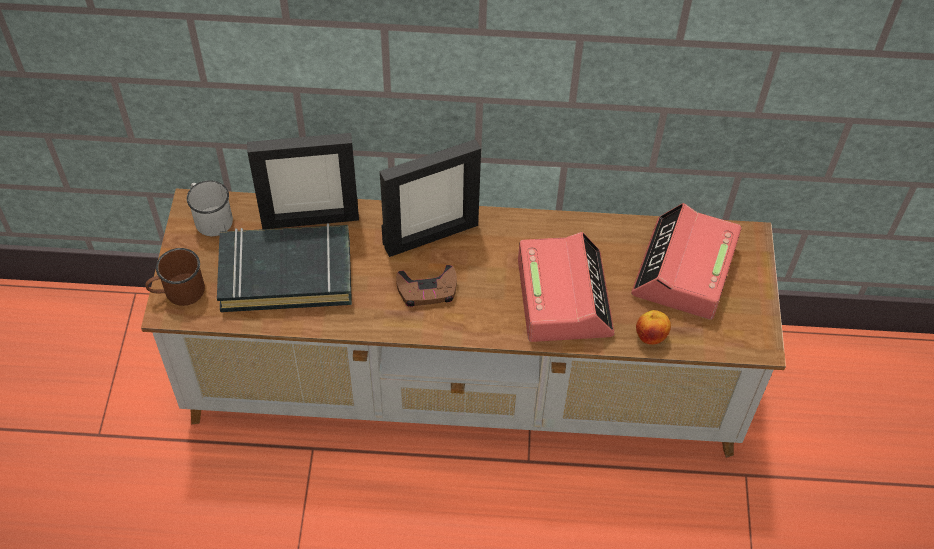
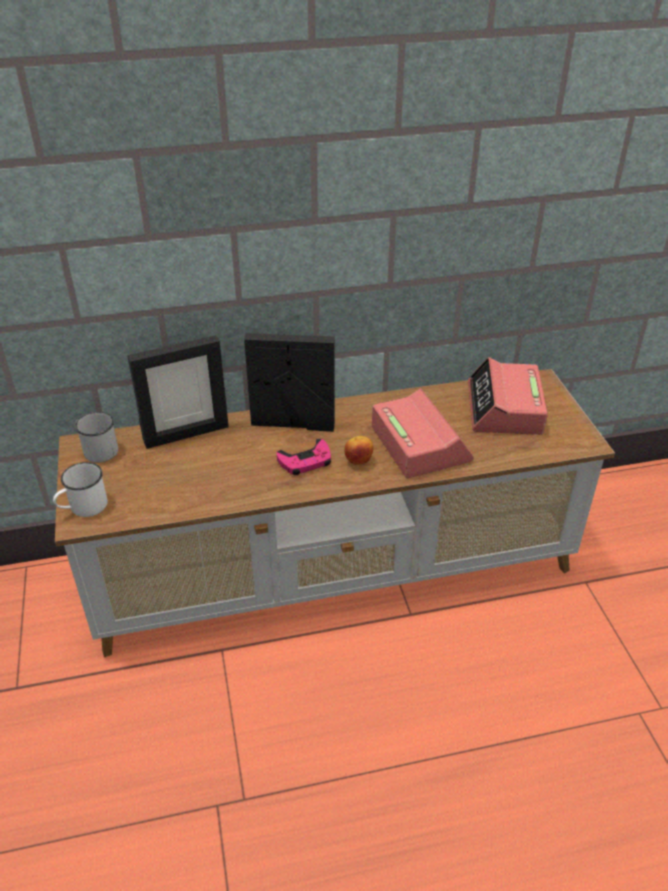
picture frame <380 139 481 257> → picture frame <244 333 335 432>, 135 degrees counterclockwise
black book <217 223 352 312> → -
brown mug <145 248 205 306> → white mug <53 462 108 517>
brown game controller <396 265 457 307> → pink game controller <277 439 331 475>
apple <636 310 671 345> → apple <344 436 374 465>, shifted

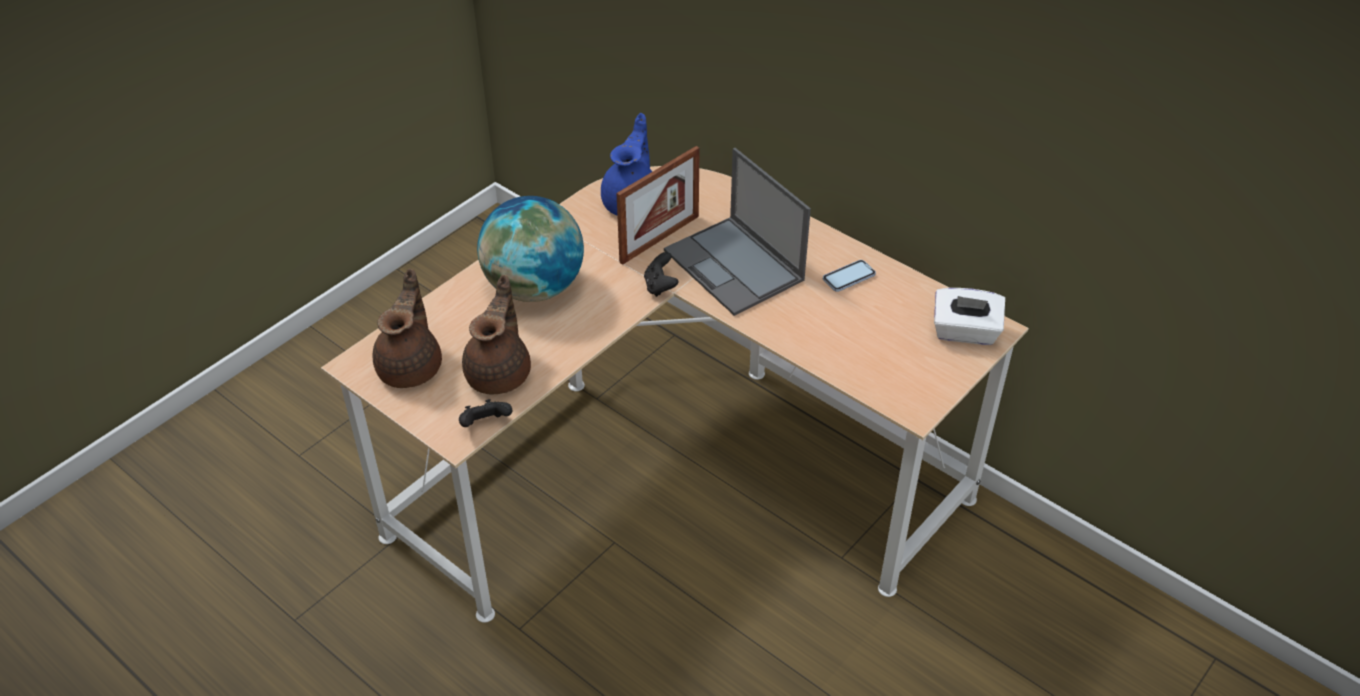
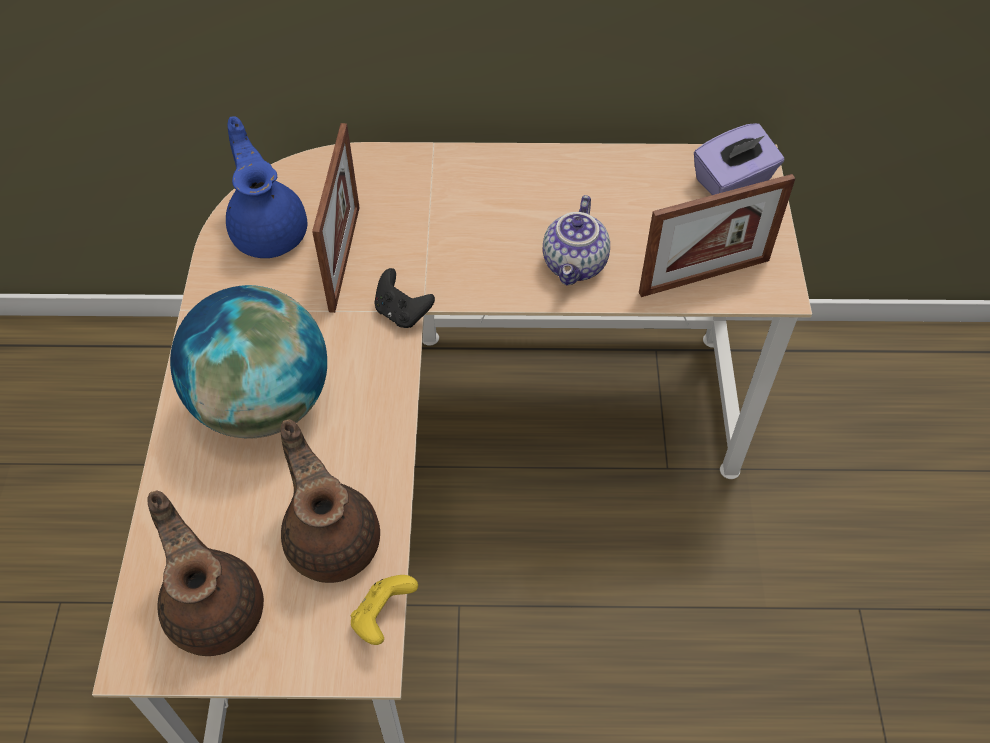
laptop <664 148 811 316> → -
phone <823 260 876 292> → -
white tissue box <934 288 1005 345> → purple tissue box <694 123 784 195>
black game controller <459 399 512 427> → yellow game controller <351 575 418 645>
- → picture frame <639 174 795 297>
- → teapot <543 195 610 285>

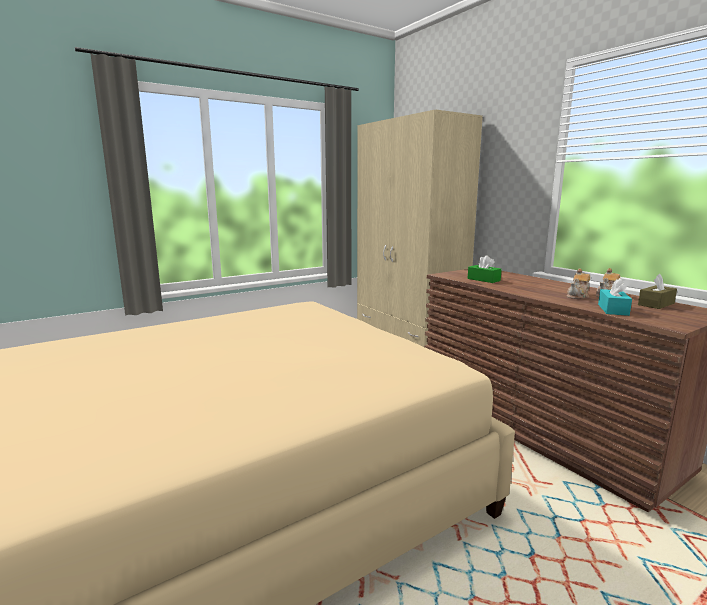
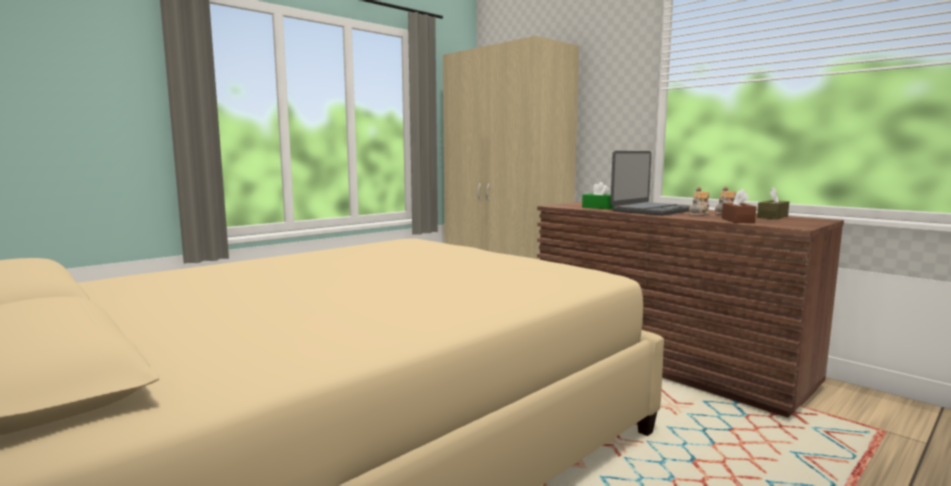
turquoise tissue box <598 278 632 316> → brown tissue box <722 189 756 223>
- → laptop <610 151 691 216>

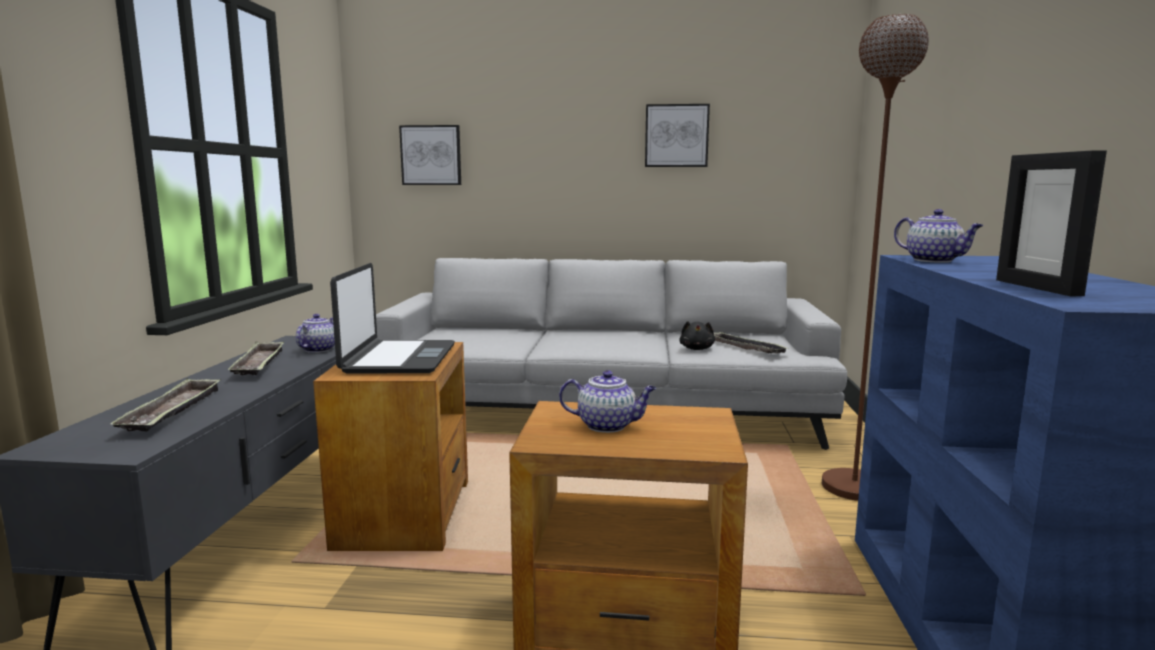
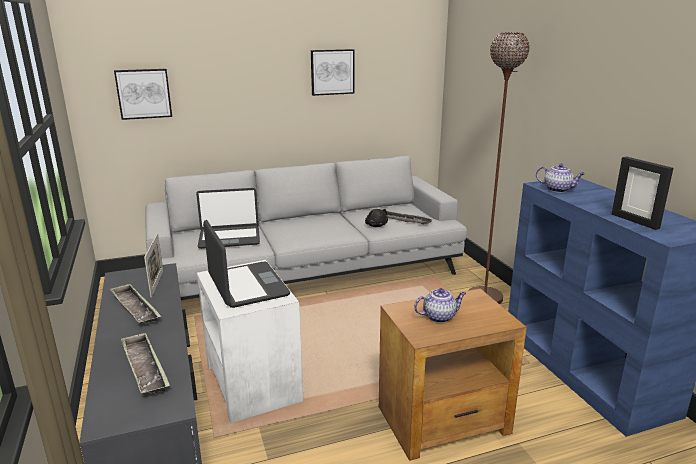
teapot <296 314 335 353> → picture frame <144 233 163 298>
brown side table <313 342 468 551> → white side table <197 260 303 423>
- → laptop <196 188 260 249>

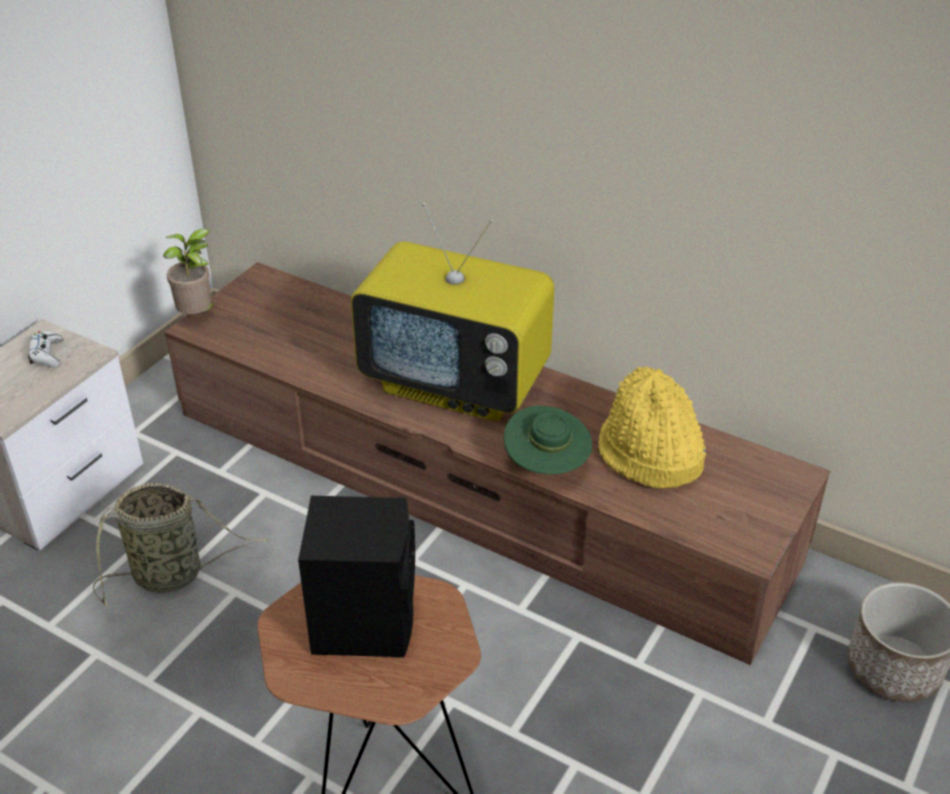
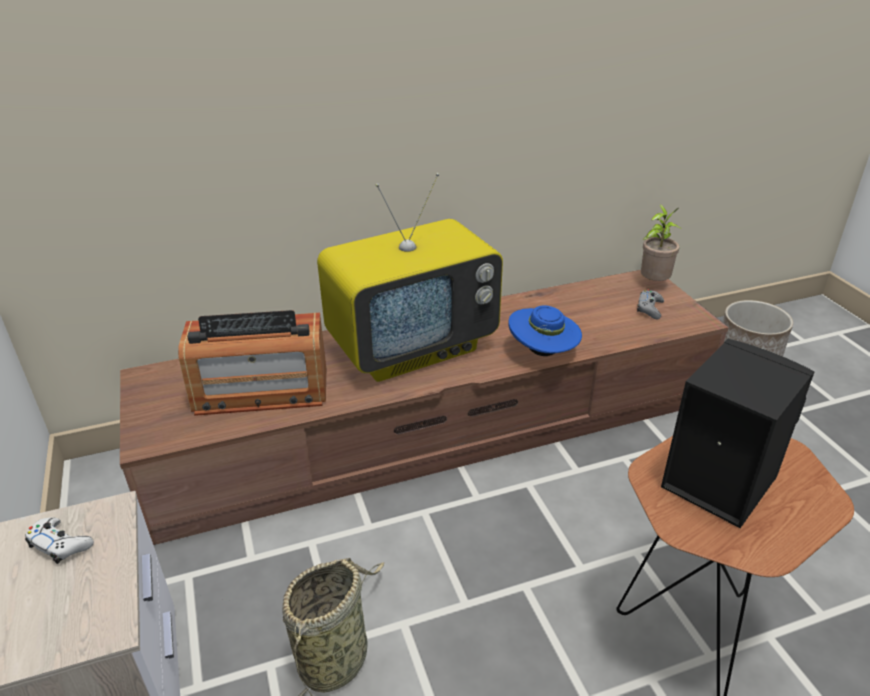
potted plant <163 229 217 314> → potted plant <641 204 681 281>, shifted
yellow hat <598 366 706 488> → -
green hat <504 406 592 474> → blue hat <509 305 582 356>
- → grey game controller <637 290 664 320>
- → radio <178 310 326 416>

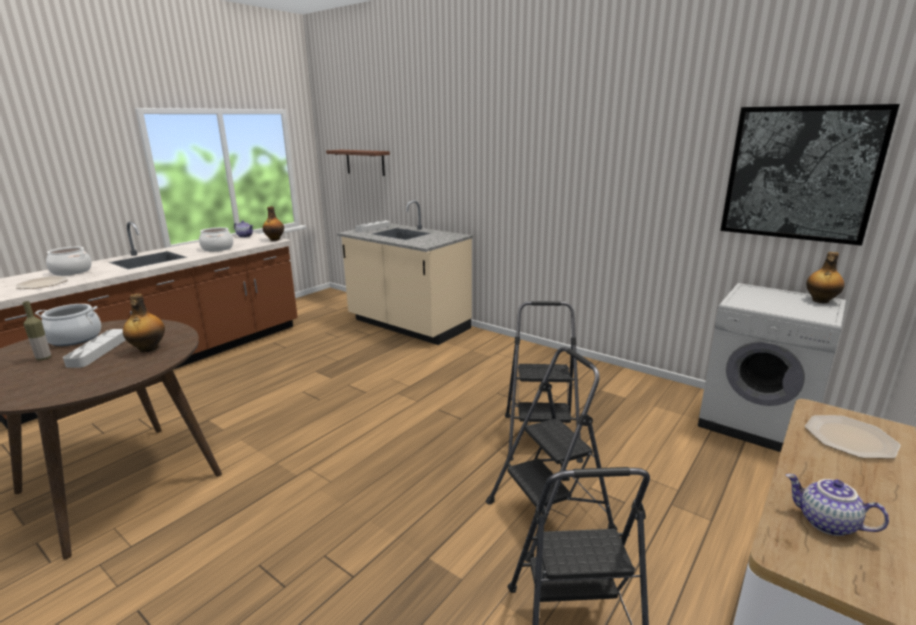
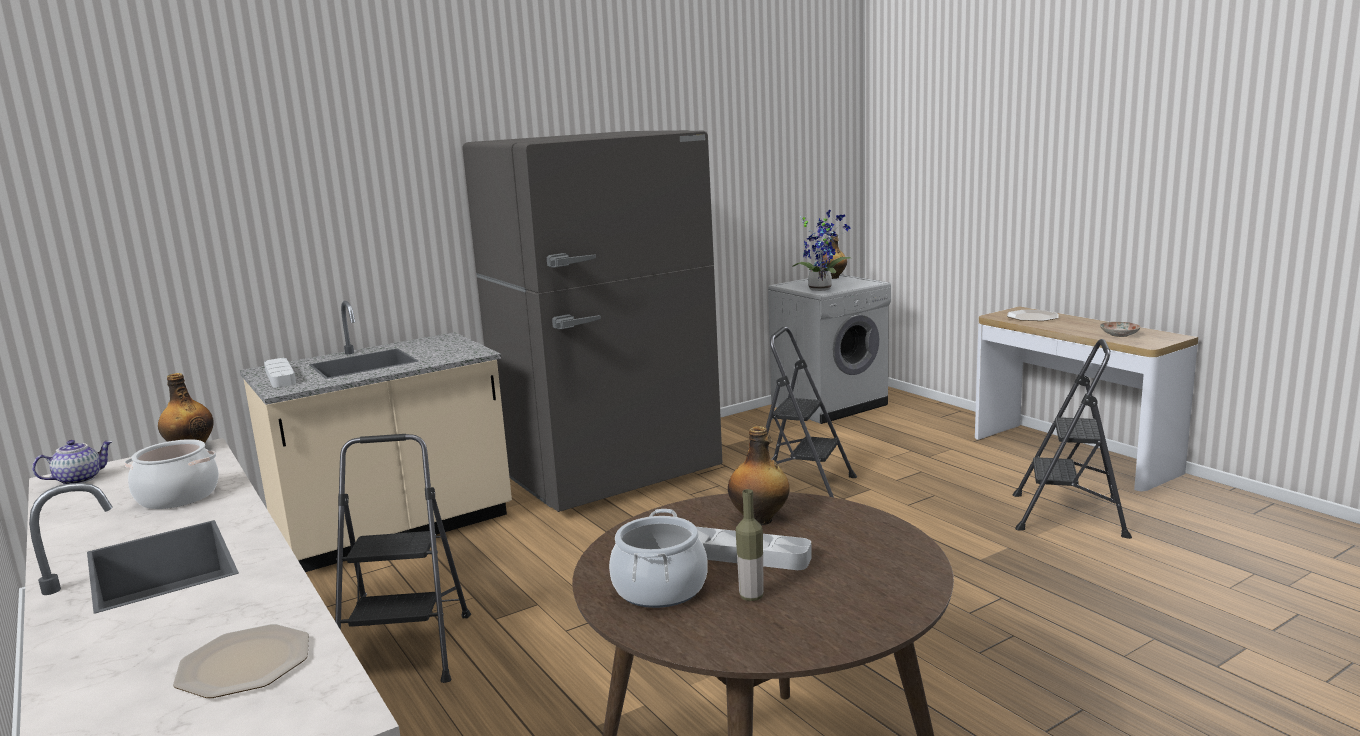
picture <720 104 900 246> → -
brown shelf <326 150 390 176> → -
cooking pot <46 247 92 276> → -
black step ladder <486 347 618 562> → black step ladder <335 434 471 683>, shifted
teapot <786 474 889 536> → plate <1100 322 1141 337>
- → grey fridge <462 130 722 512>
- → potted plant <792 209 851 291>

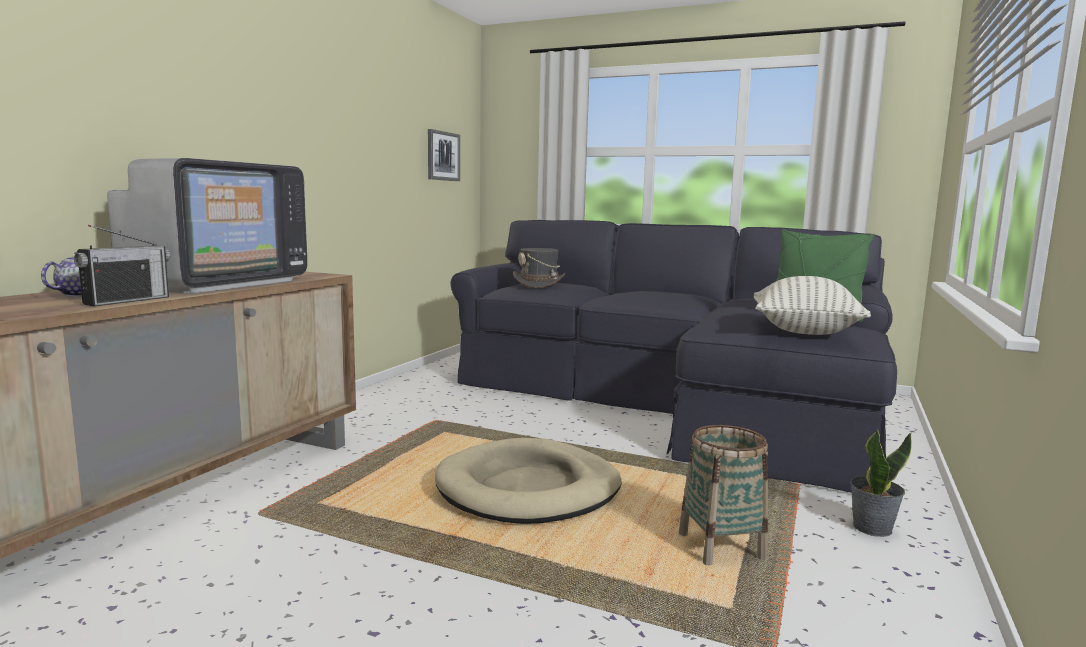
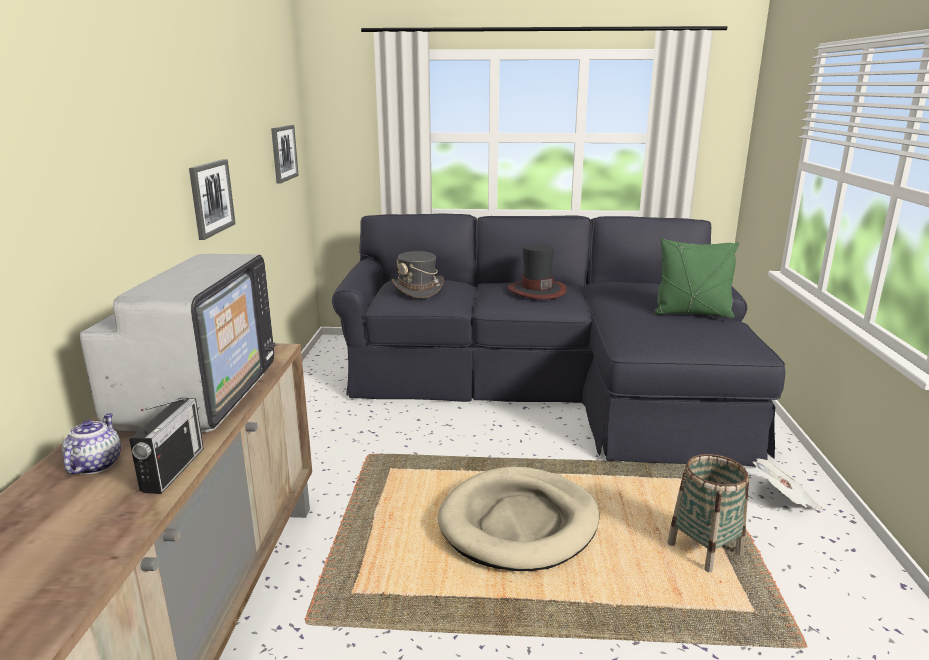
pillow <754 276 871 335> → -
potted plant <850 429 912 537> → newspaper <753 459 823 510>
- → picture <189 159 236 240>
- → hat <508 244 567 299>

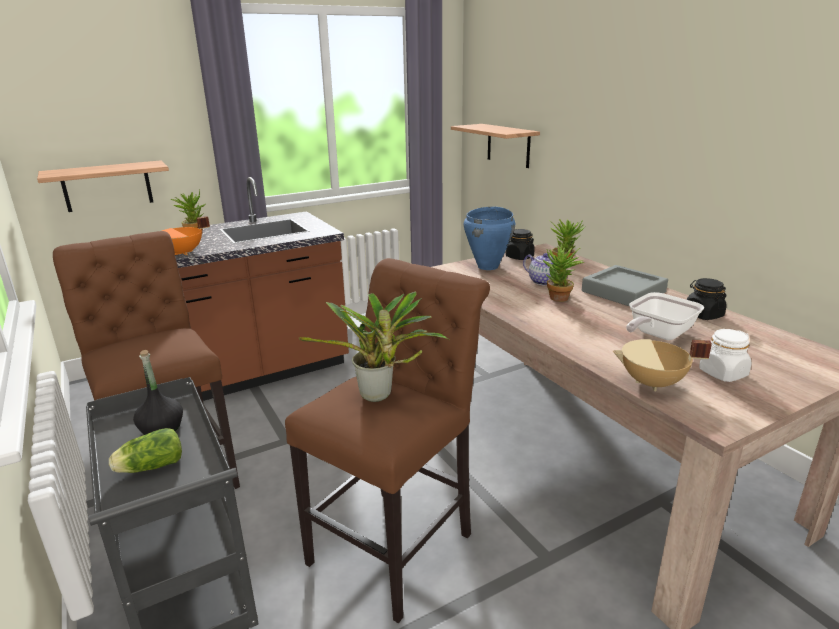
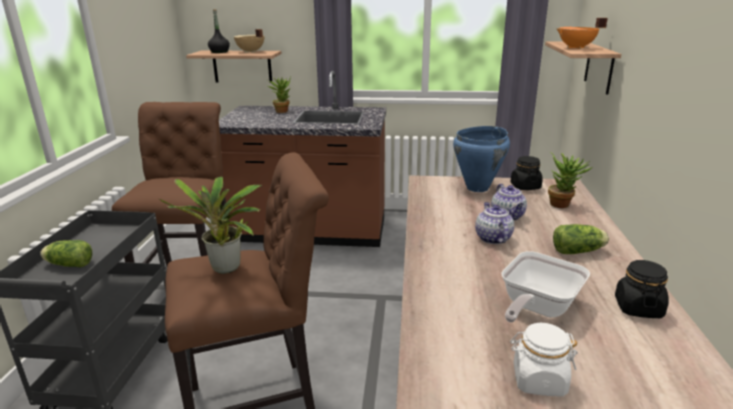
orange cooking pot <162 216 210 255> → orange cooking pot <556 18 607 49>, shifted
potted plant <543 243 584 302> → teapot <475 202 514 244>
grey tray <582 265 668 306> → lettuce <553 224 609 254>
frying pan <626 292 704 340> → frying pan <501 251 590 323>, 45 degrees counterclockwise
beige cooking pot <613 339 712 391> → beige cooking pot <234 29 264 53>, shifted
black bottle <133 350 183 435> → black bottle <208 9 230 53>, shifted

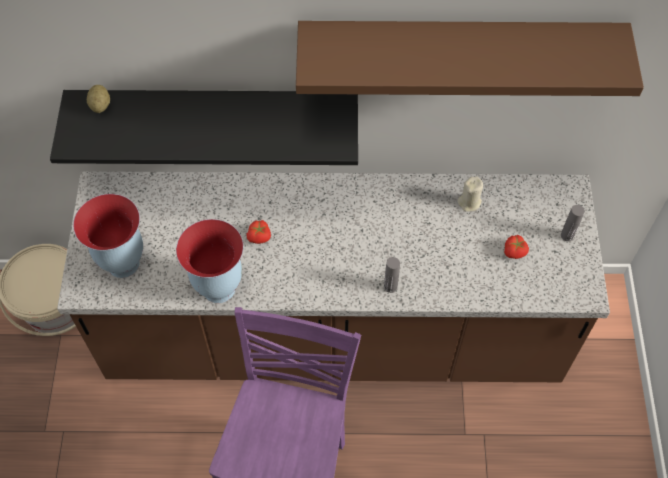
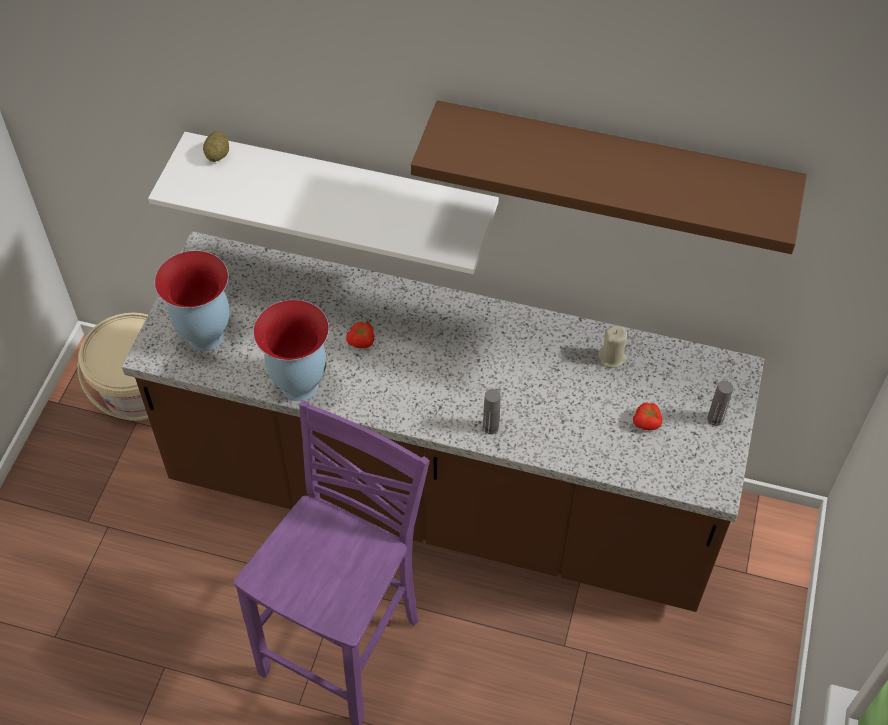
black shelf <50 90 358 165> → white shelf <148 132 499 274>

